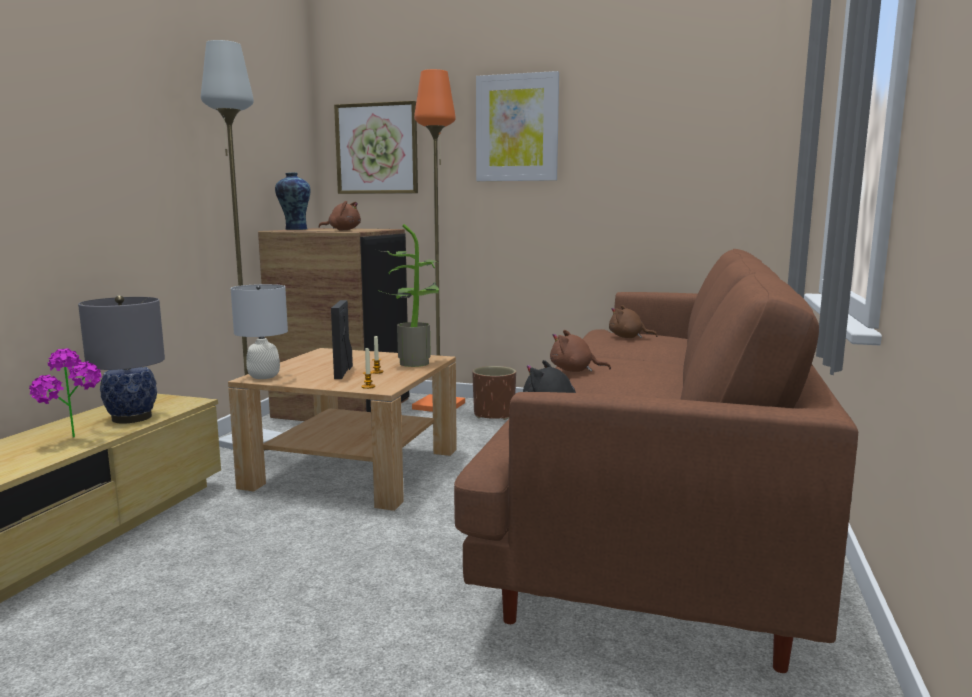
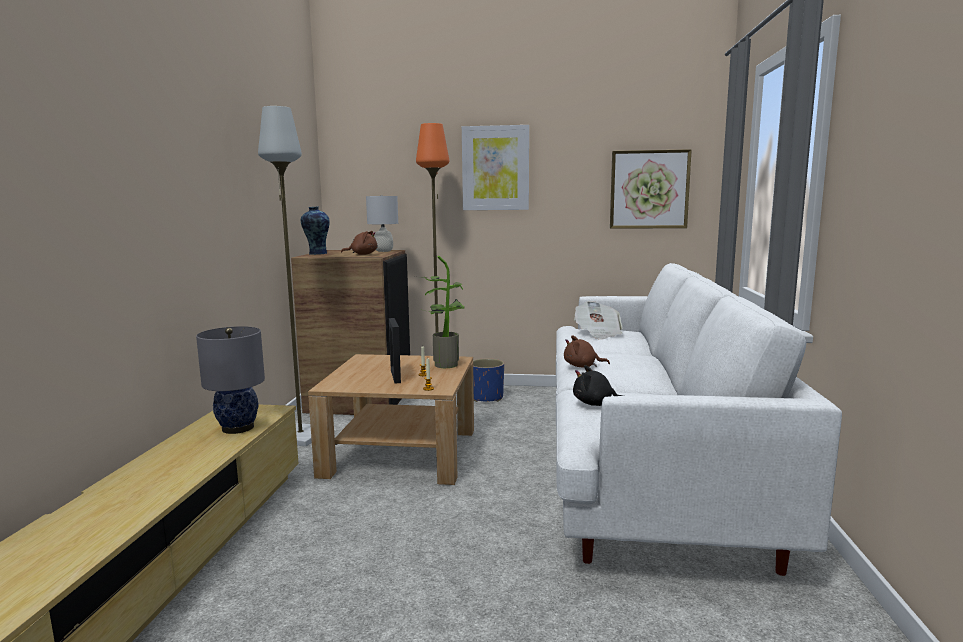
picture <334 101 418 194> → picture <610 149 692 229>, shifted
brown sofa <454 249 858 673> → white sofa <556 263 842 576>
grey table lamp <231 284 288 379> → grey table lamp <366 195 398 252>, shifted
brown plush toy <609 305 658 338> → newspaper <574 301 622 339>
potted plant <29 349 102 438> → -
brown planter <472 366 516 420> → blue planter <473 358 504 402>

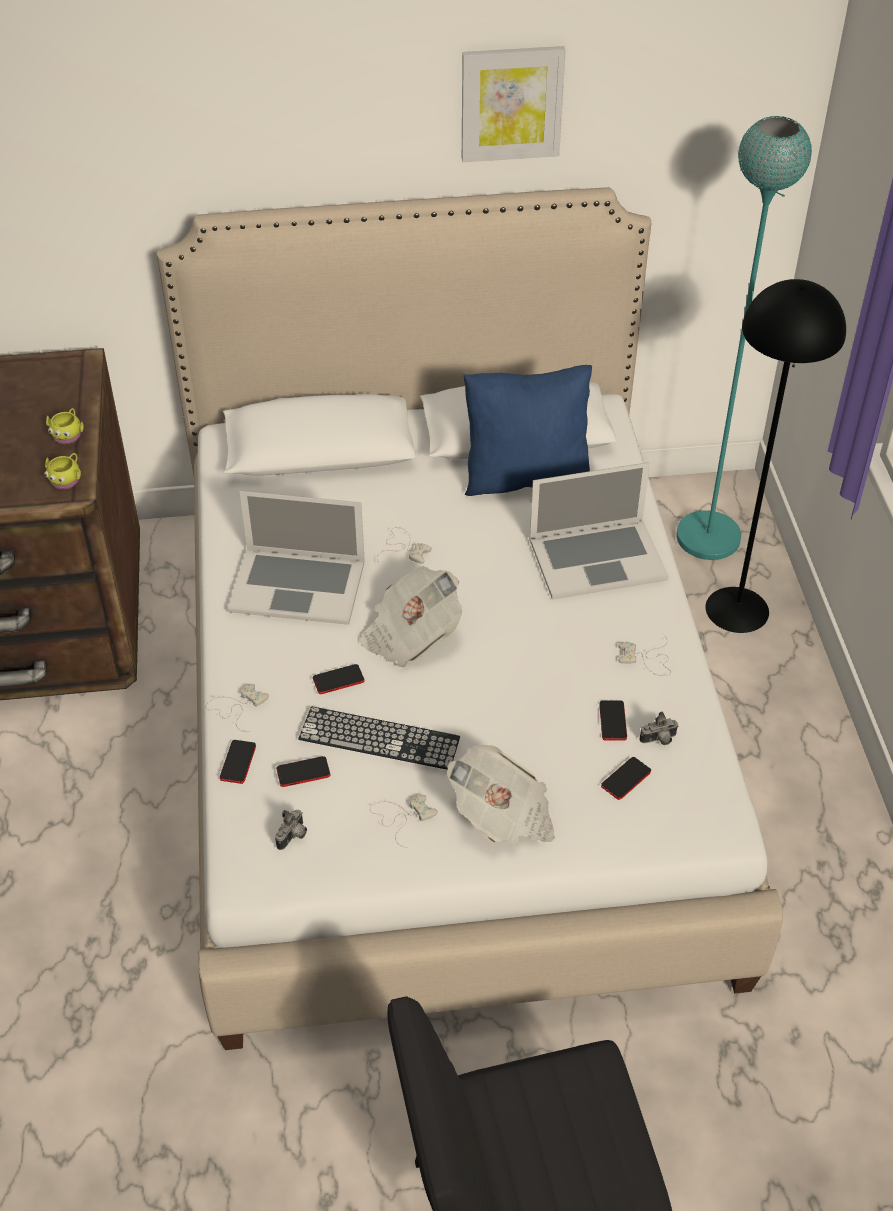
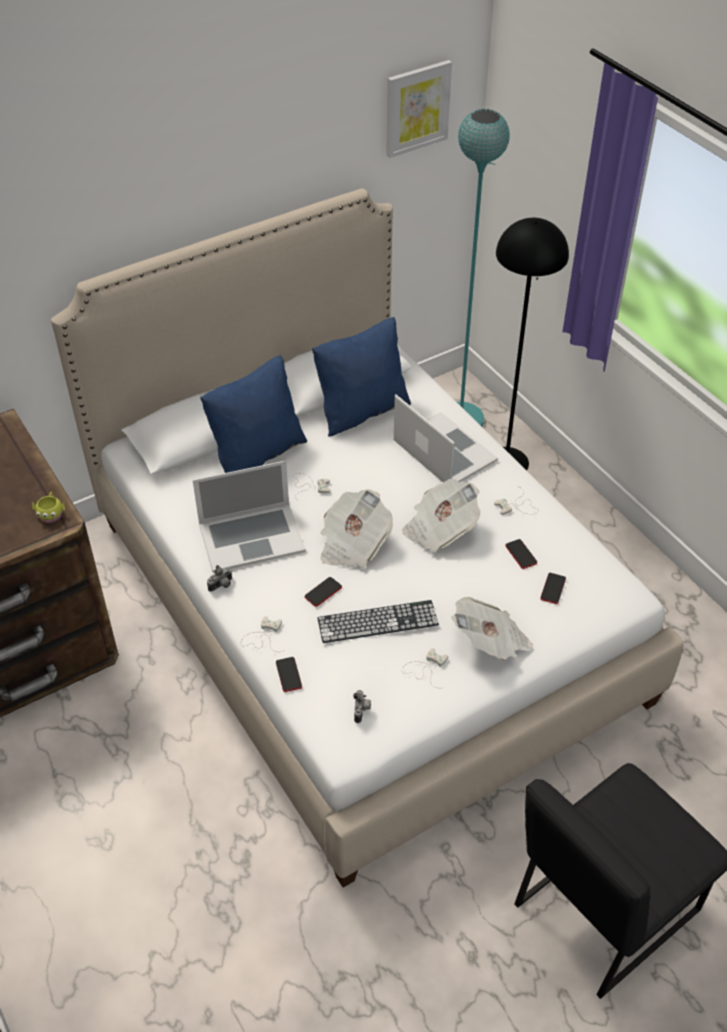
picture <462 46 566 162> → picture <387 60 452 158>, shifted
yellow mug <46 408 83 444> → -
laptop <530 462 669 600> → laptop <394 395 498 482>, 90 degrees counterclockwise
photo camera <640 712 679 745> → photo camera <207 565 232 592>, shifted
phone <276 756 331 787> → -
- → blue pillow <200 355 307 473>
- → newspaper <402 478 480 553>

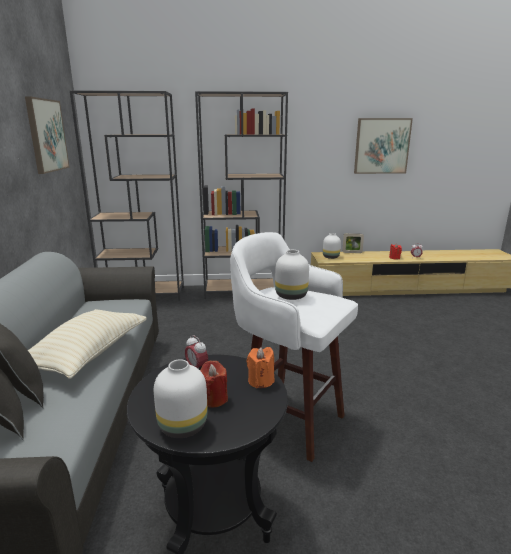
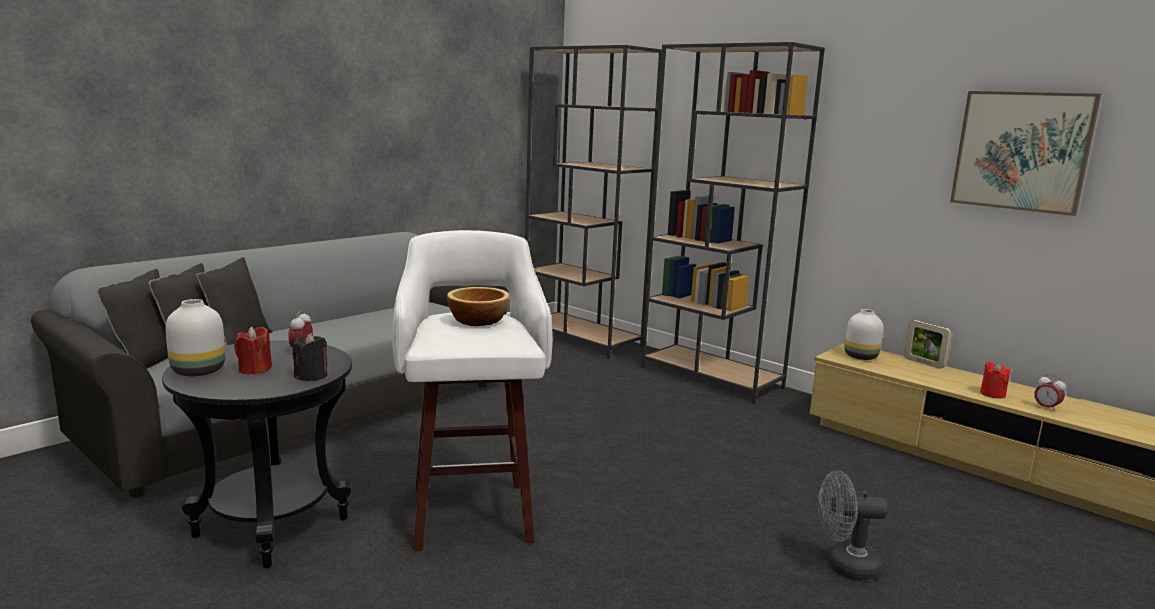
picture <25 96 70 174> → -
white vase <275 250 309 300> → bowl <447 287 510 326>
beige pillow <28 309 147 379> → -
orange candle <246 347 274 389> → black candle <293 333 327 381>
- → grey fan <818 471 888 580>

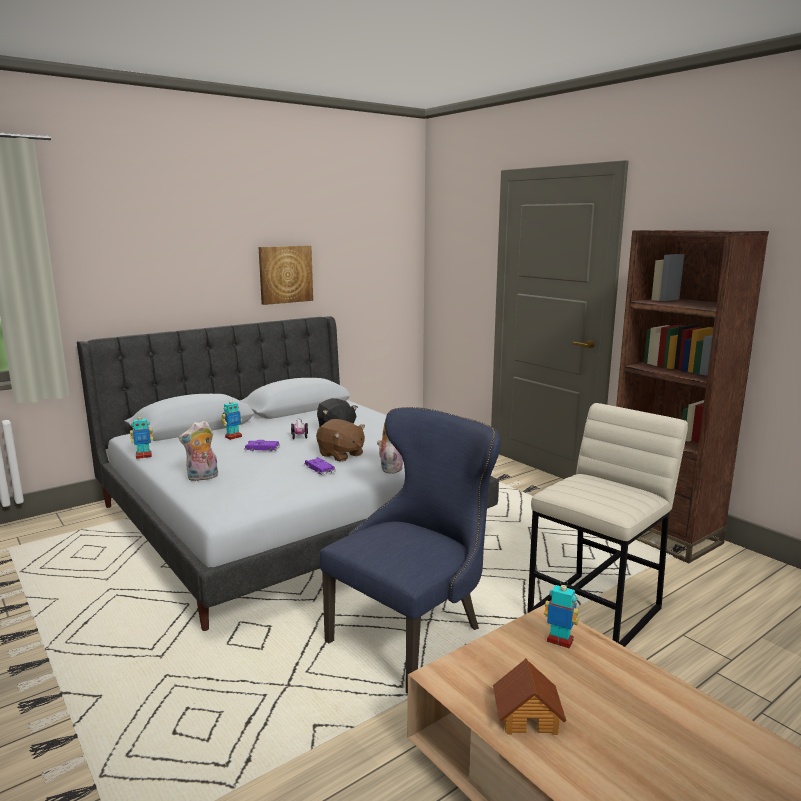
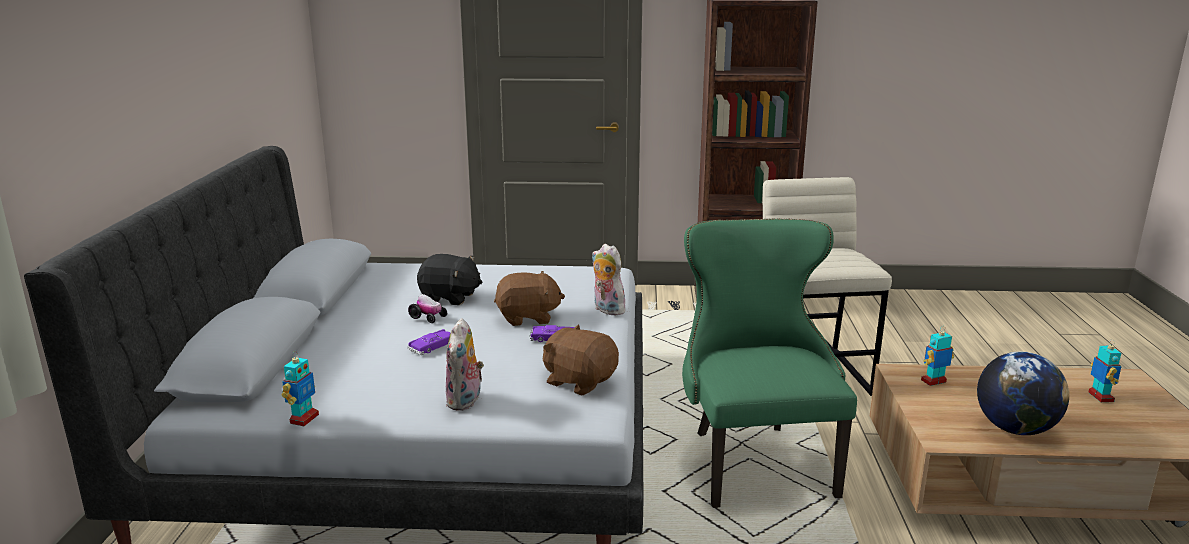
picture <259 246 313 305> → -
toy robot <221 401 242 440> → toy robot <1088 339 1121 402>, shifted
blue chair <320 407 500 694> → green chair <682 219 857 508>
toy house <493 658 566 735> → globe <977 352 1069 435>
- → brown plush toy <543 325 619 396>

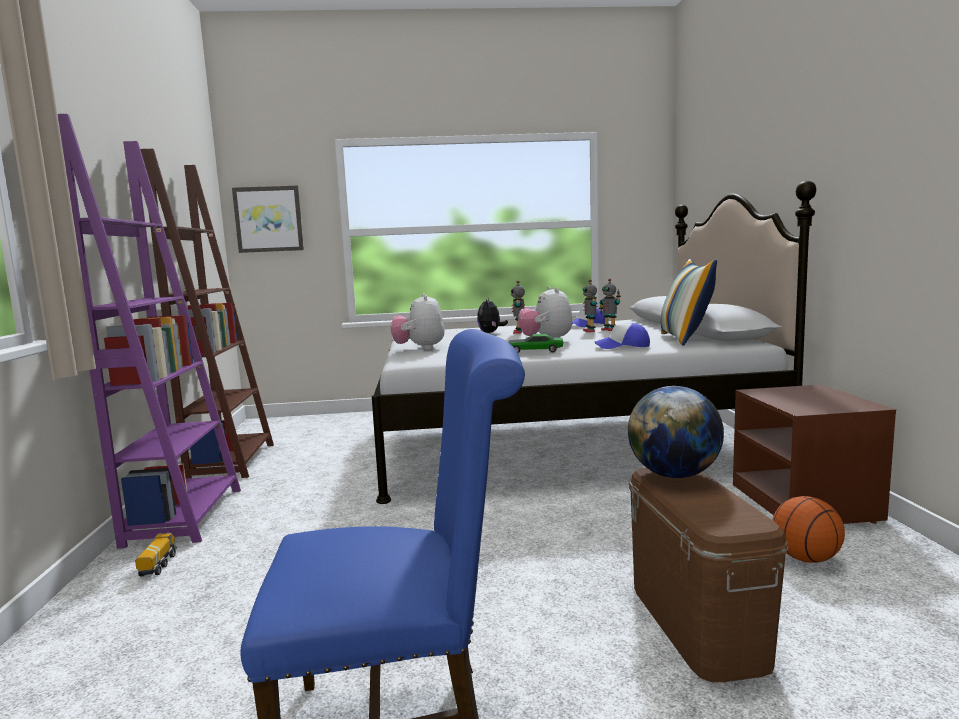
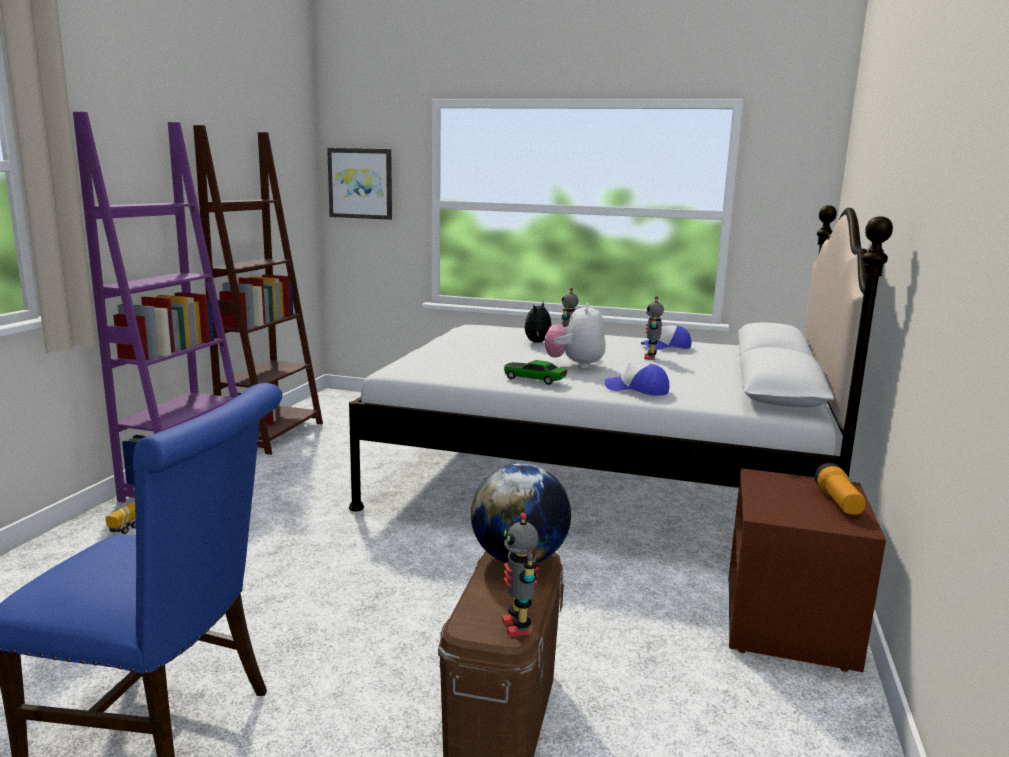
pillow <661 259 717 346> → -
toy robot <599 279 621 331> → toy robot <502 512 539 637>, shifted
plush toy <391 294 445 350> → -
basketball <773 496 845 563> → -
- → flashlight <815 463 866 515>

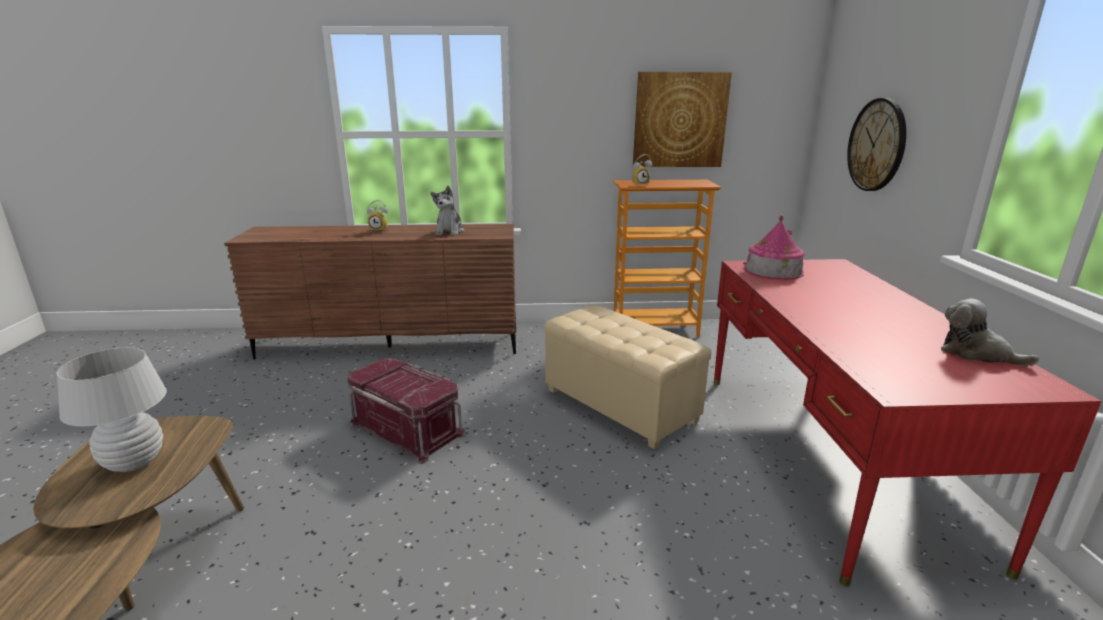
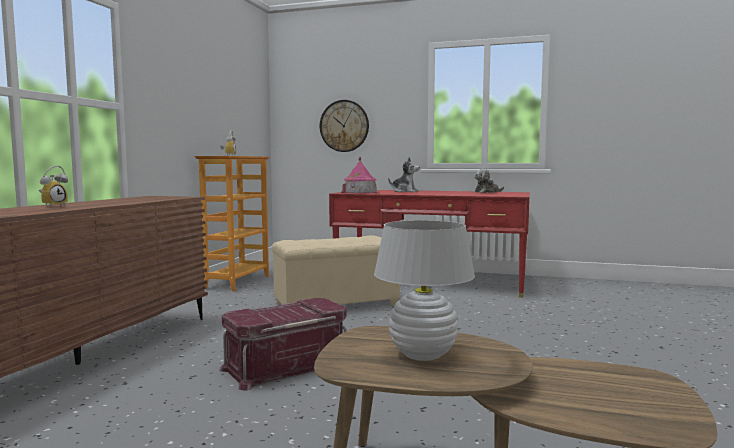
picture <633 72 732 167> → -
plush toy <431 186 464 235> → plush toy <388 157 420 192>, shifted

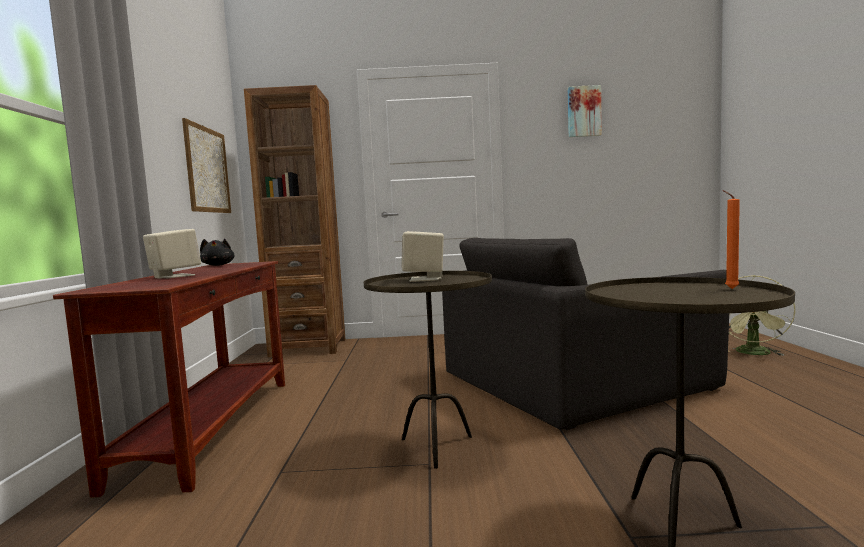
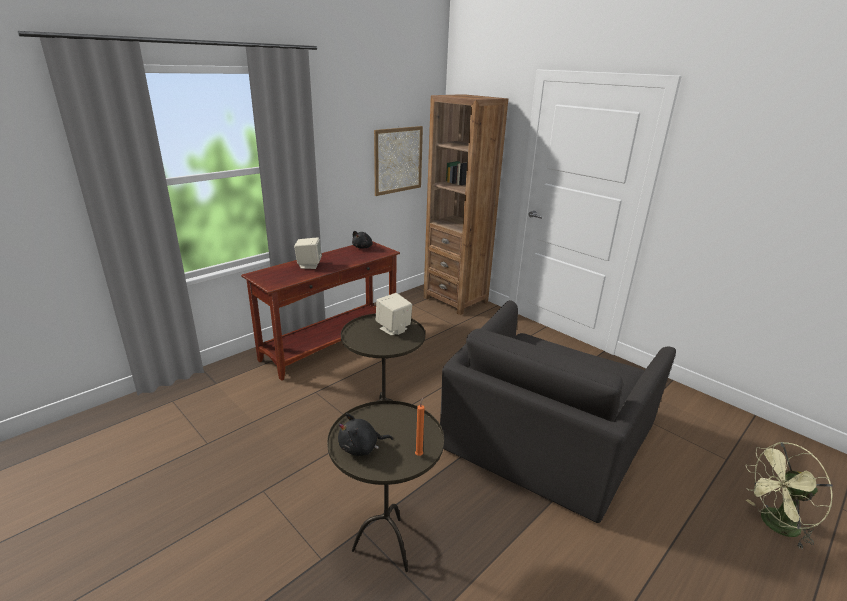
picture <568 85 602 137> → -
black armchair <442 238 729 430> → black armchair <440 300 676 523>, 75 degrees counterclockwise
- → black plush toy <338 413 393 456>

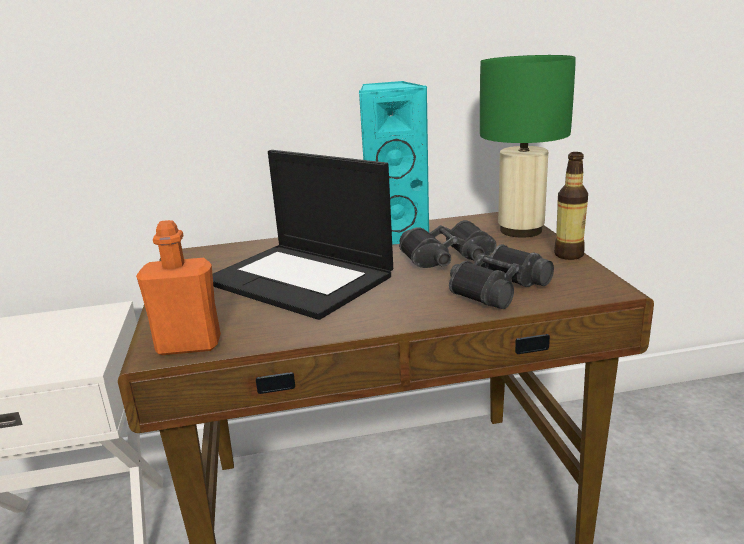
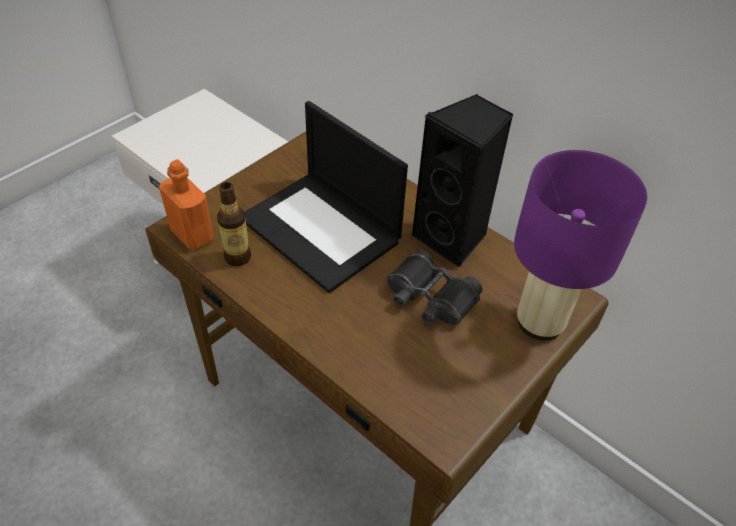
green table lamp <480 55 576 238> → purple table lamp <514 150 647 341>
turquoise speaker <359 81 429 245> → black speaker <412 94 513 268>
laptop <212 150 393 320> → laptop <244 101 408 293>, 45 degrees counterclockwise
bottle <554 152 588 260> → bottle <217 182 251 266>, shifted
black binoculars <449 244 554 309> → -

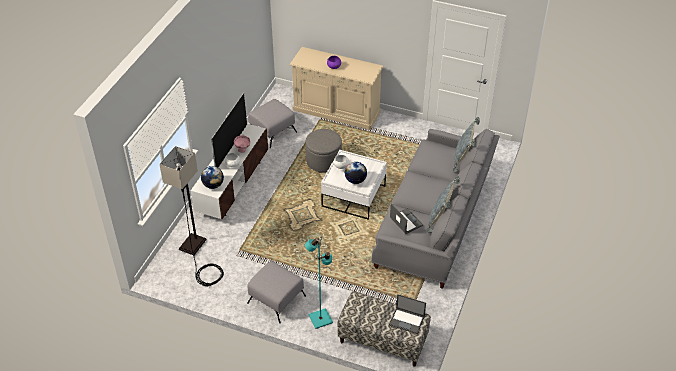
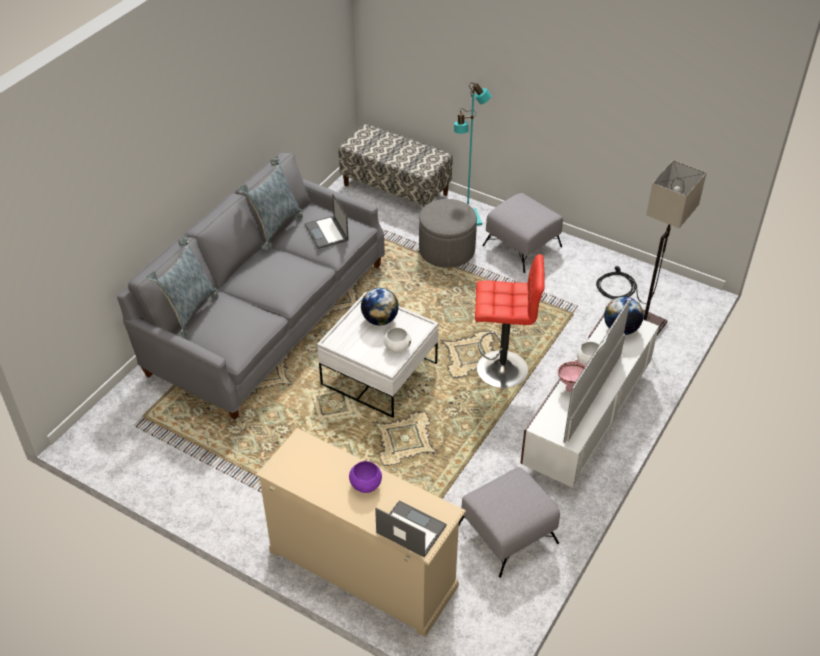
grey ottoman <306 129 342 173> → grey ottoman <419 199 477 268>, shifted
laptop <389 294 426 334> → laptop <375 500 447 557>, shifted
- → red stool <475 254 544 388>

